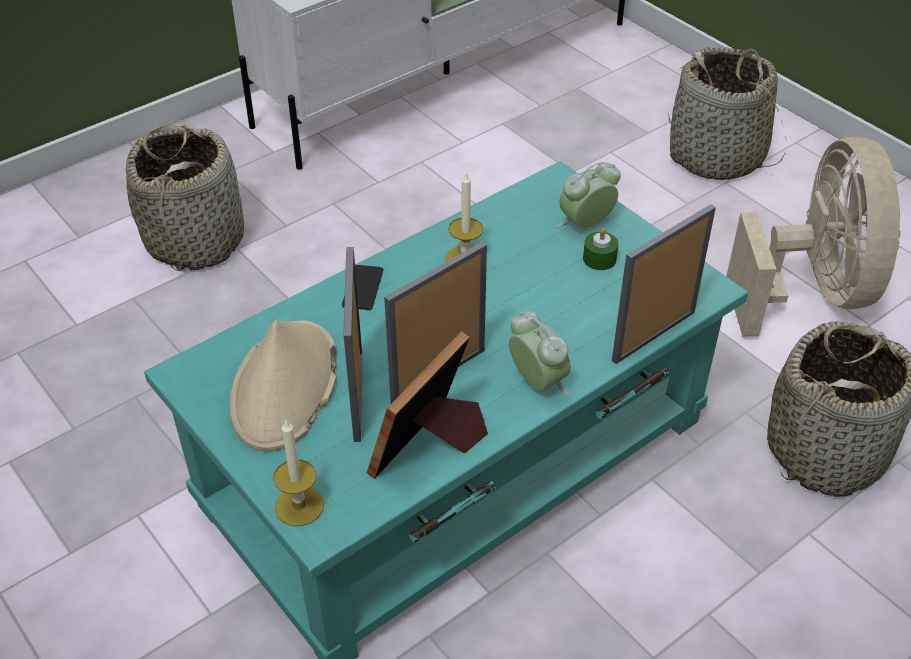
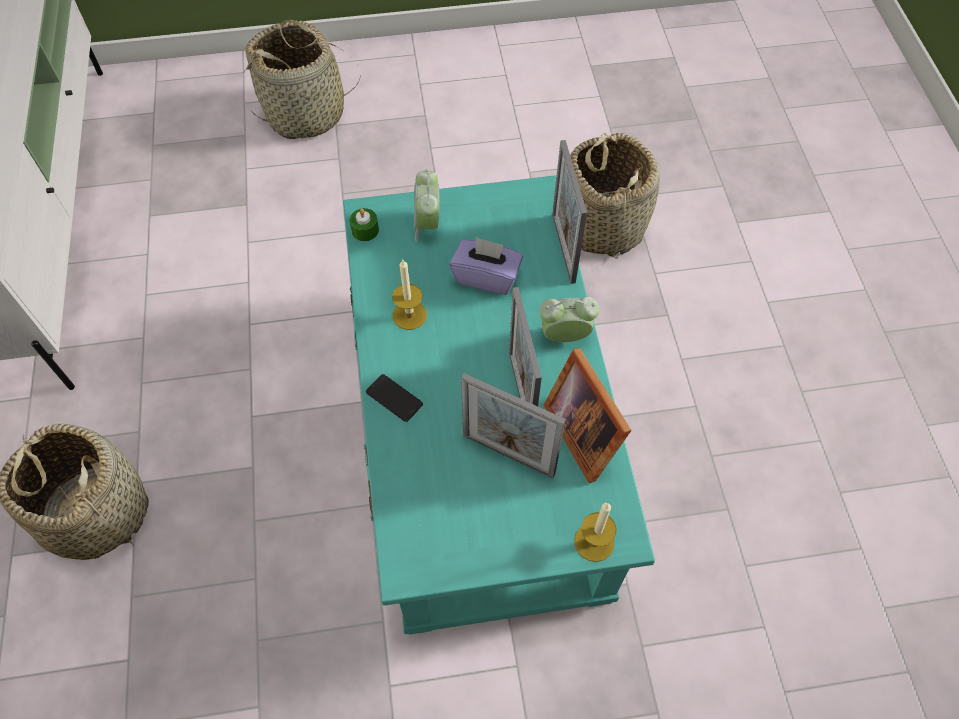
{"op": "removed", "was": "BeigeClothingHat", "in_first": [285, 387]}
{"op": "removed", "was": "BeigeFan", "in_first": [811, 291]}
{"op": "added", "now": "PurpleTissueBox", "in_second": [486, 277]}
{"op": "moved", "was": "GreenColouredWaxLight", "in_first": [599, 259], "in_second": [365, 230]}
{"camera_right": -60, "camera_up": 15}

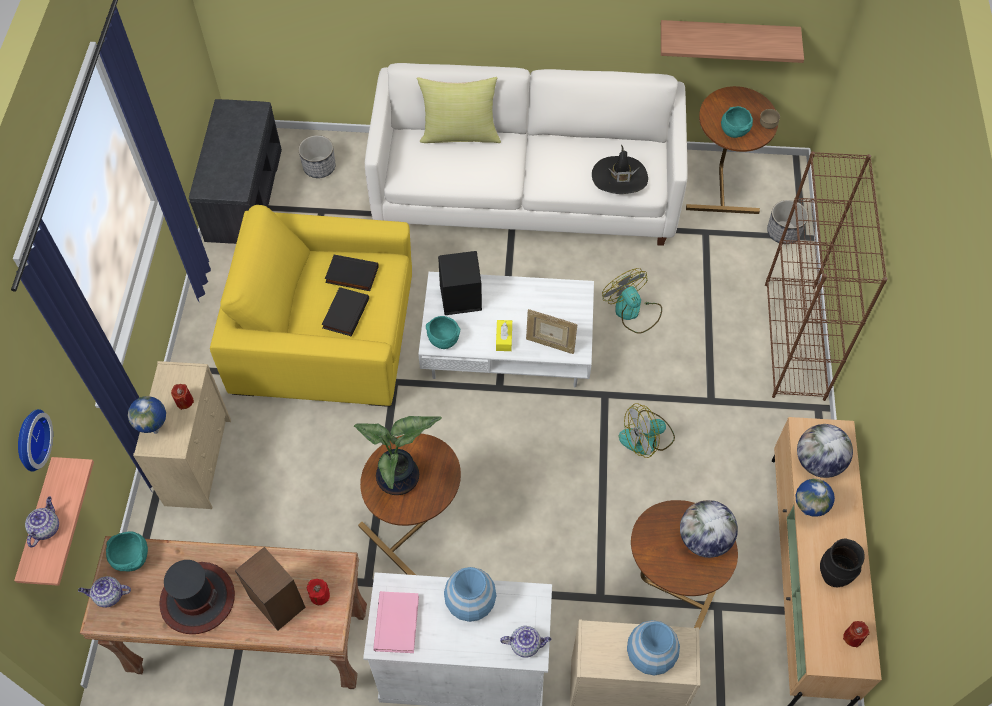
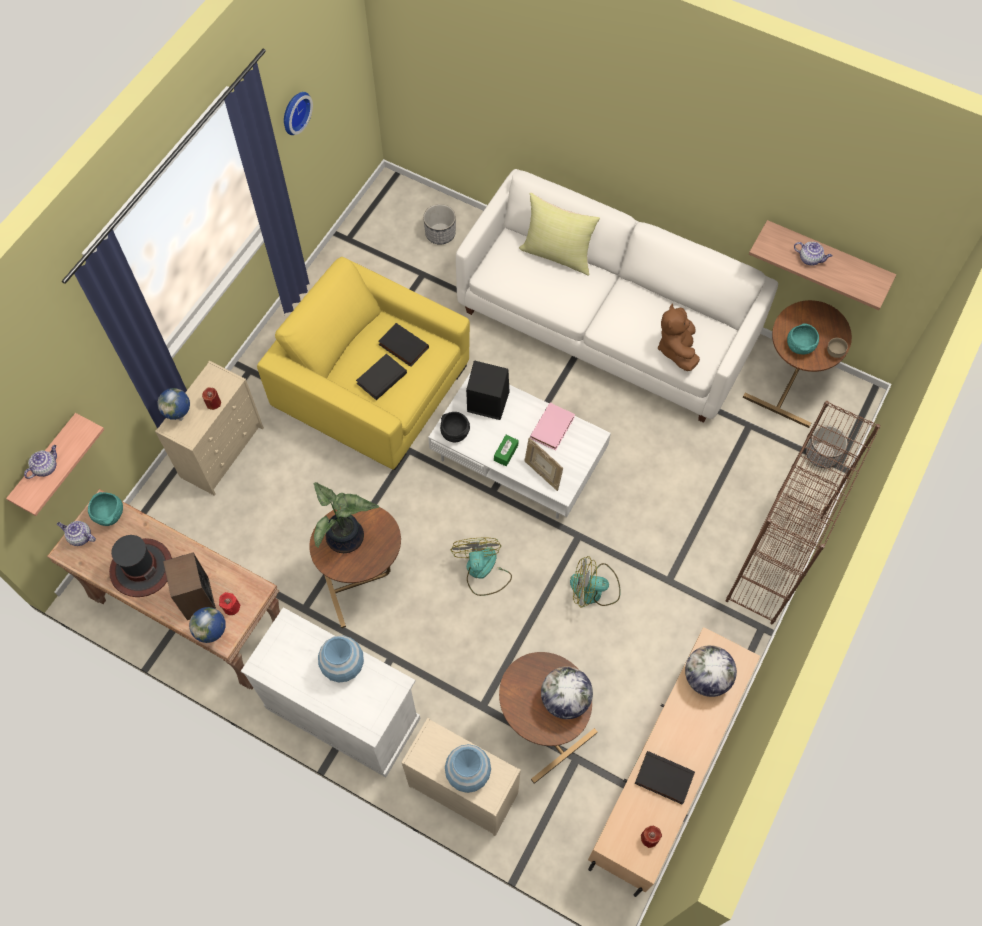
{"op": "removed", "was": "GrayBench", "in_first": [243, 193]}
{"op": "moved", "was": "WallClock", "in_first": [29, 439], "in_second": [294, 112]}
{"op": "moved", "was": "PinkBook", "in_first": [398, 624], "in_second": [553, 428]}
{"op": "moved", "was": "Teapot", "in_first": [526, 644], "in_second": [810, 259]}
{"op": "moved", "was": "Fan", "in_first": [632, 312], "in_second": [482, 571]}
{"op": "moved", "was": "DeskGlobe", "in_first": [807, 512], "in_second": [215, 635]}
{"op": "replaced", "was": "BlackClothingHat", "now": "BrownColouredSoftToy", "in_first": [619, 177], "in_second": [677, 348]}
{"op": "replaced", "was": "BlackDecorativeVase", "now": "BlackBook", "in_first": [833, 575], "in_second": [663, 779]}
{"op": "recoloured", "was": "BlueGreenDeepDish", "now": "BlackDeepDish", "in_first": [442, 340], "in_second": [454, 433]}
{"op": "recoloured", "was": "YellowishTissueBox", "now": "GreenColouredTissueBox", "in_first": [504, 339], "in_second": [506, 453]}
{"camera_right": 25, "camera_up": 5}

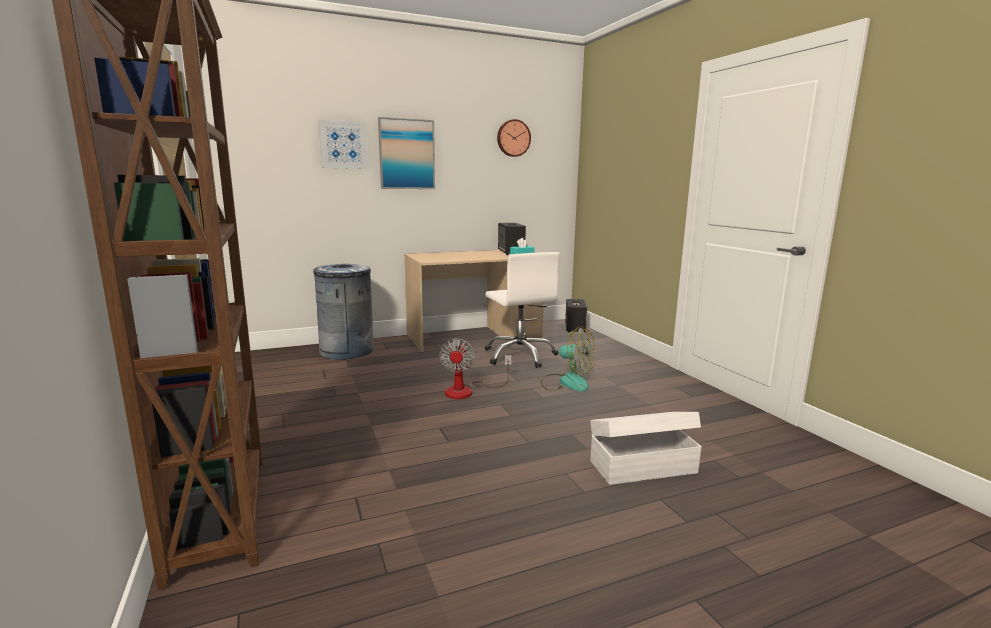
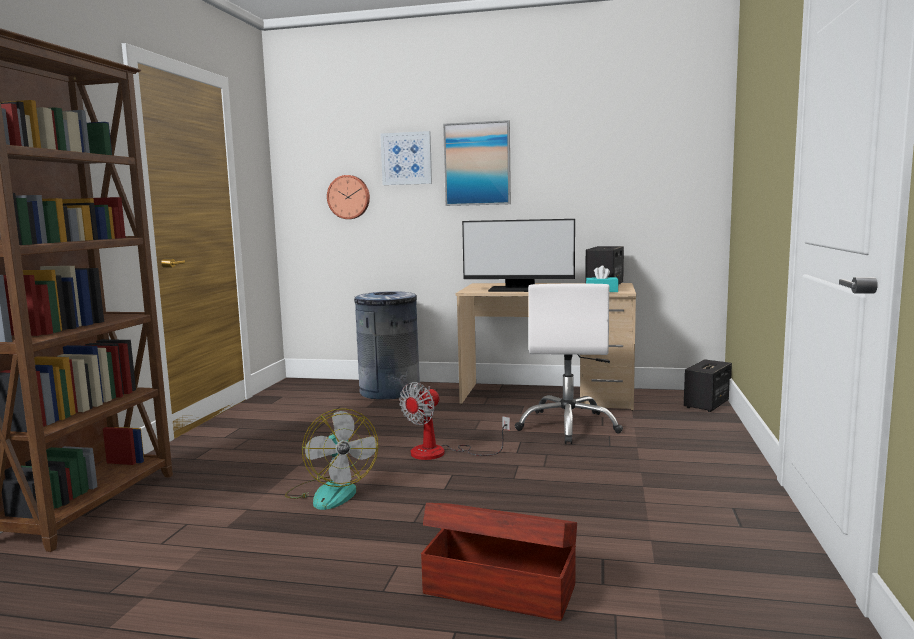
{"op": "added", "now": "ComputerScreen", "in_second": [519, 289]}
{"op": "moved", "was": "WallClock", "in_first": [513, 138], "in_second": [349, 197]}
{"op": "moved", "was": "Fan", "in_first": [566, 382], "in_second": [330, 492]}
{"op": "recoloured", "was": "WhiteStorageBin", "now": "BrownColouredStorageBin", "in_first": [641, 466], "in_second": [498, 587]}
{"camera_right": 35, "camera_up": -5}

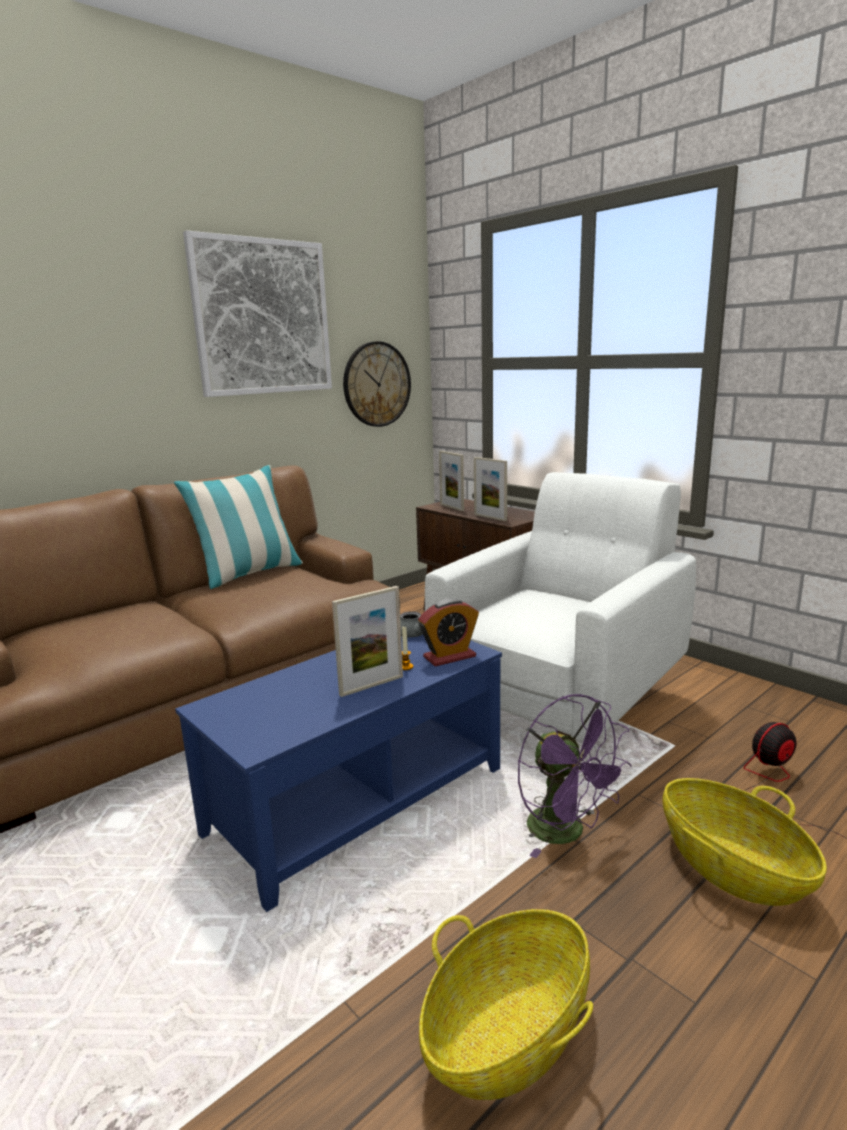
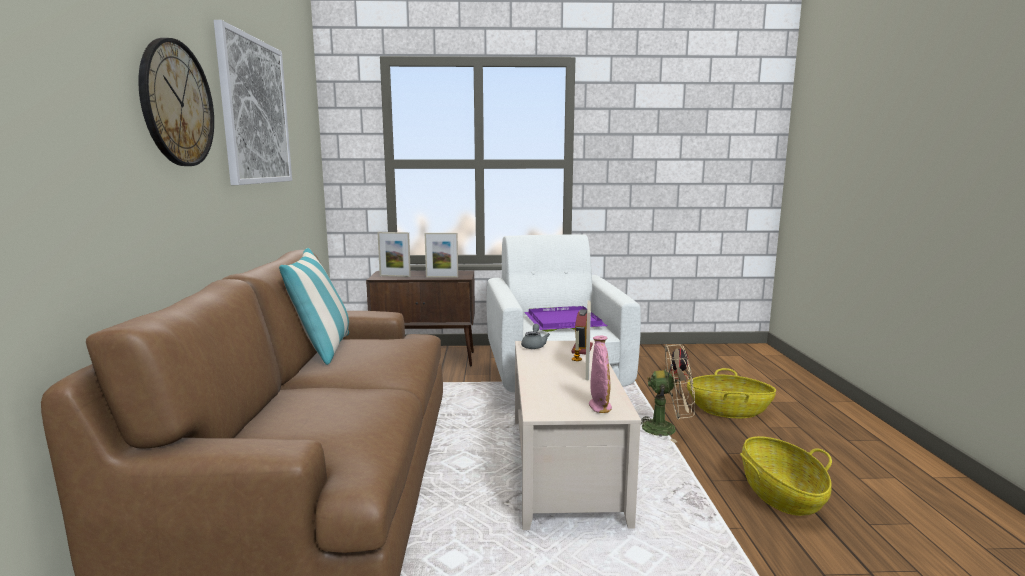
{"op": "added", "now": "PurpleCarryingTray", "in_second": [563, 322]}
{"op": "added", "now": "PinkDecorativeVase", "in_second": [600, 407]}
{"op": "moved", "was": "WallClock", "in_first": [376, 384], "in_second": [176, 104]}
{"op": "recoloured", "was": "BluishLowTable", "now": "BeigeLowTable", "in_first": [358, 800], "in_second": [564, 466]}
{"op": "recoloured", "was": "PurpleFan", "now": "BeigeFan", "in_first": [566, 833], "in_second": [666, 428]}
{"camera_right": -50, "camera_up": -5}

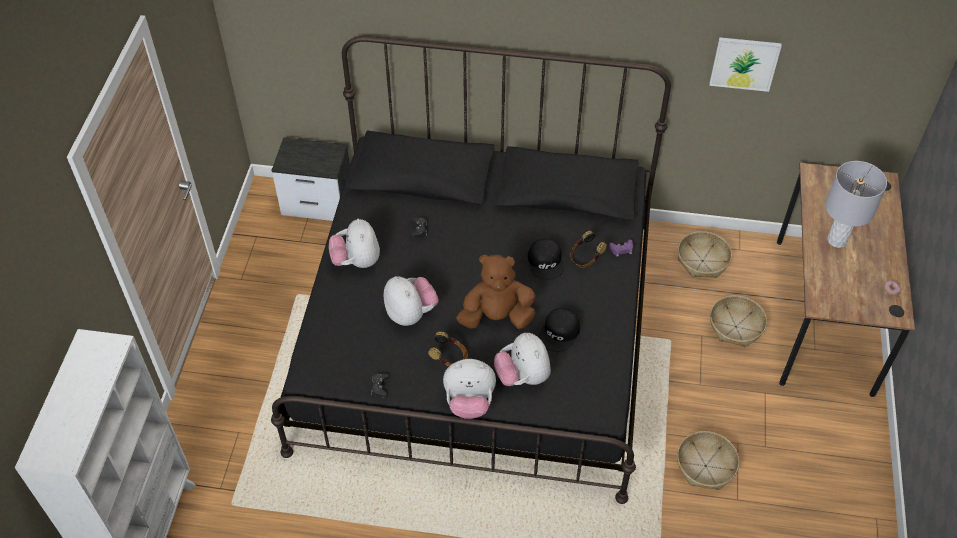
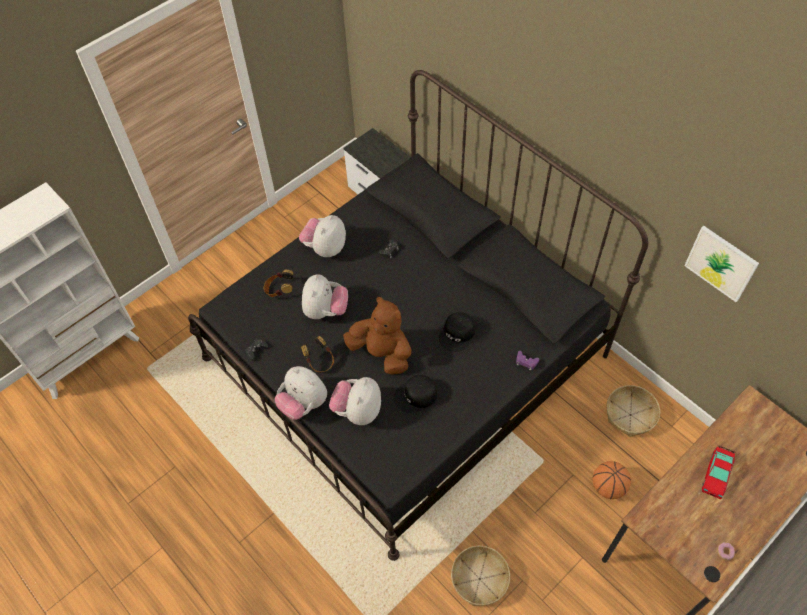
{"op": "moved", "was": "PairOfHeadphones", "in_first": [585, 258], "in_second": [279, 290]}
{"op": "replaced", "was": "HouseholdBasket", "now": "BallForBasketball", "in_first": [735, 327], "in_second": [608, 487]}
{"op": "replaced", "was": "GrayLampForATable", "now": "ModelCar", "in_first": [837, 240], "in_second": [716, 474]}
{"camera_right": 40, "camera_up": 5}

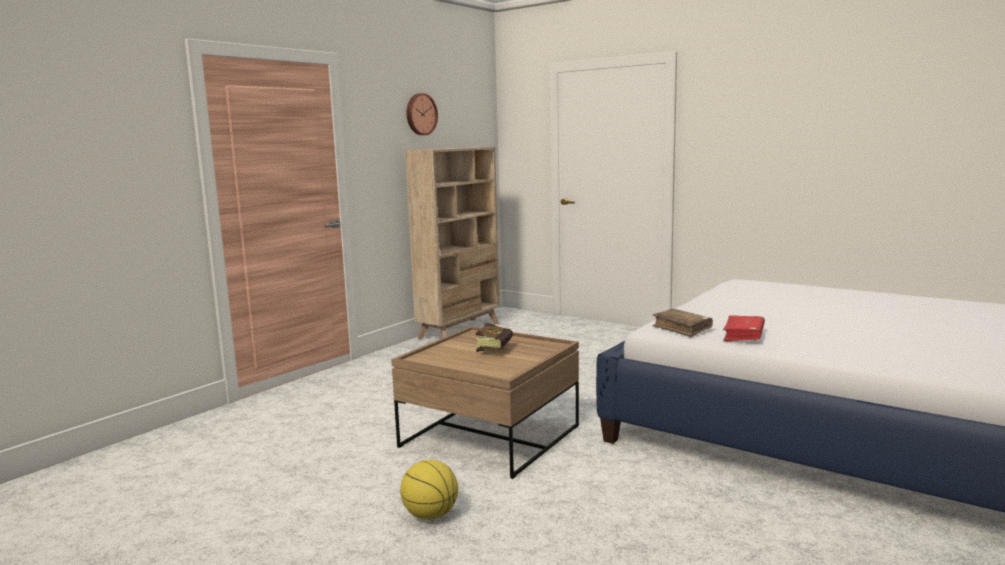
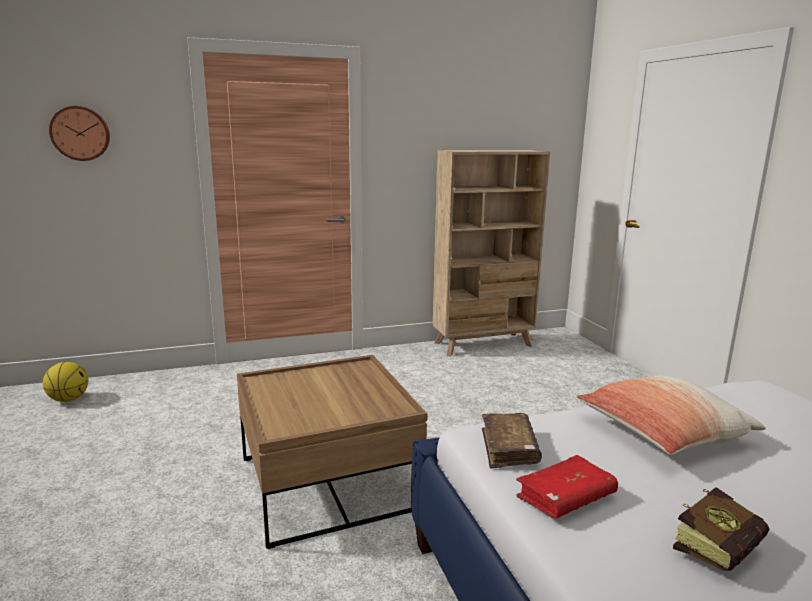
{"op": "added", "now": "Cushion", "in_second": [662, 433]}
{"op": "moved", "was": "BallForBasketball", "in_first": [430, 515], "in_second": [69, 399]}
{"op": "moved", "was": "WallClock", "in_first": [420, 114], "in_second": [80, 133]}
{"op": "moved", "was": "Book", "in_first": [495, 349], "in_second": [720, 549]}
{"camera_right": 35, "camera_up": 5}

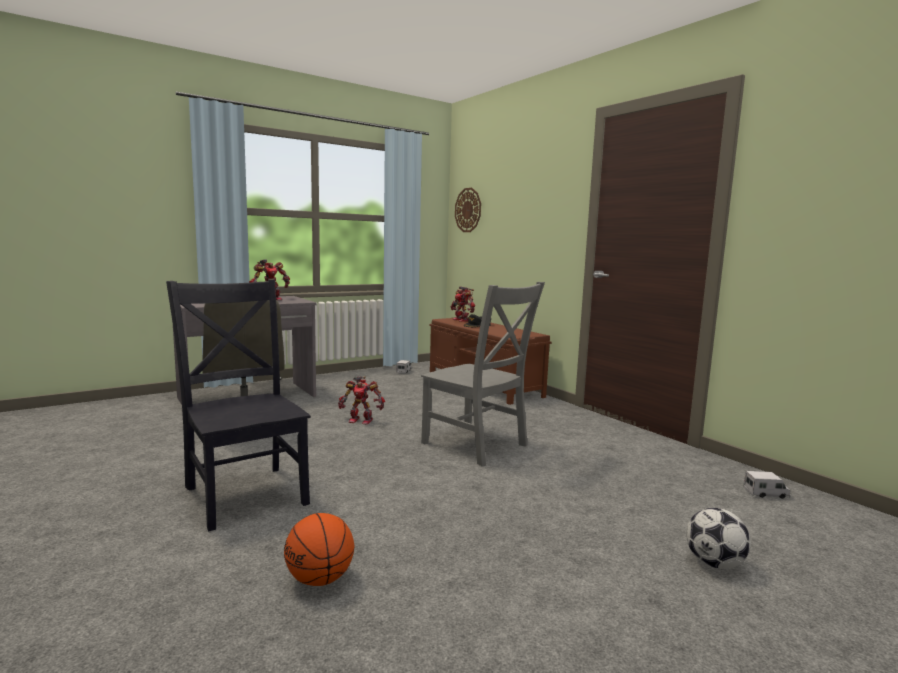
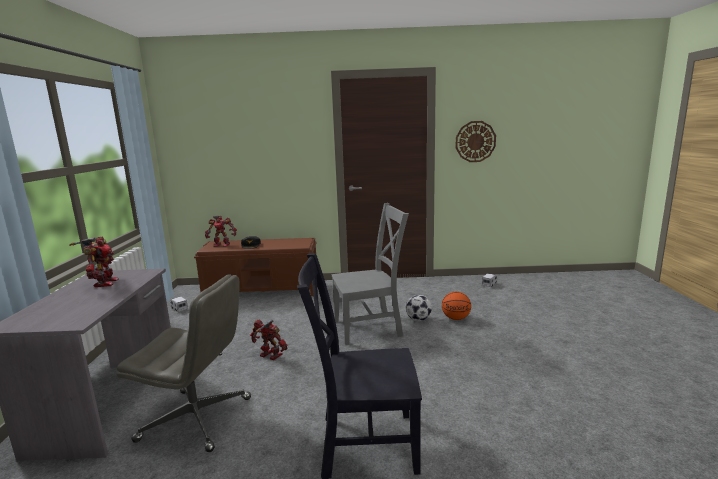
{"op": "moved", "was": "BallForBasketball", "in_first": [320, 579], "in_second": [456, 318]}
{"op": "moved", "was": "WallClock", "in_first": [468, 210], "in_second": [475, 141]}
{"op": "moved", "was": "FootballBall", "in_first": [714, 564], "in_second": [418, 319]}
{"op": "turned", "was": "ModelRobot", "in_first": [361, 420], "in_second": [270, 356], "clockwise": -105}
{"camera_right": -55, "camera_up": 5}

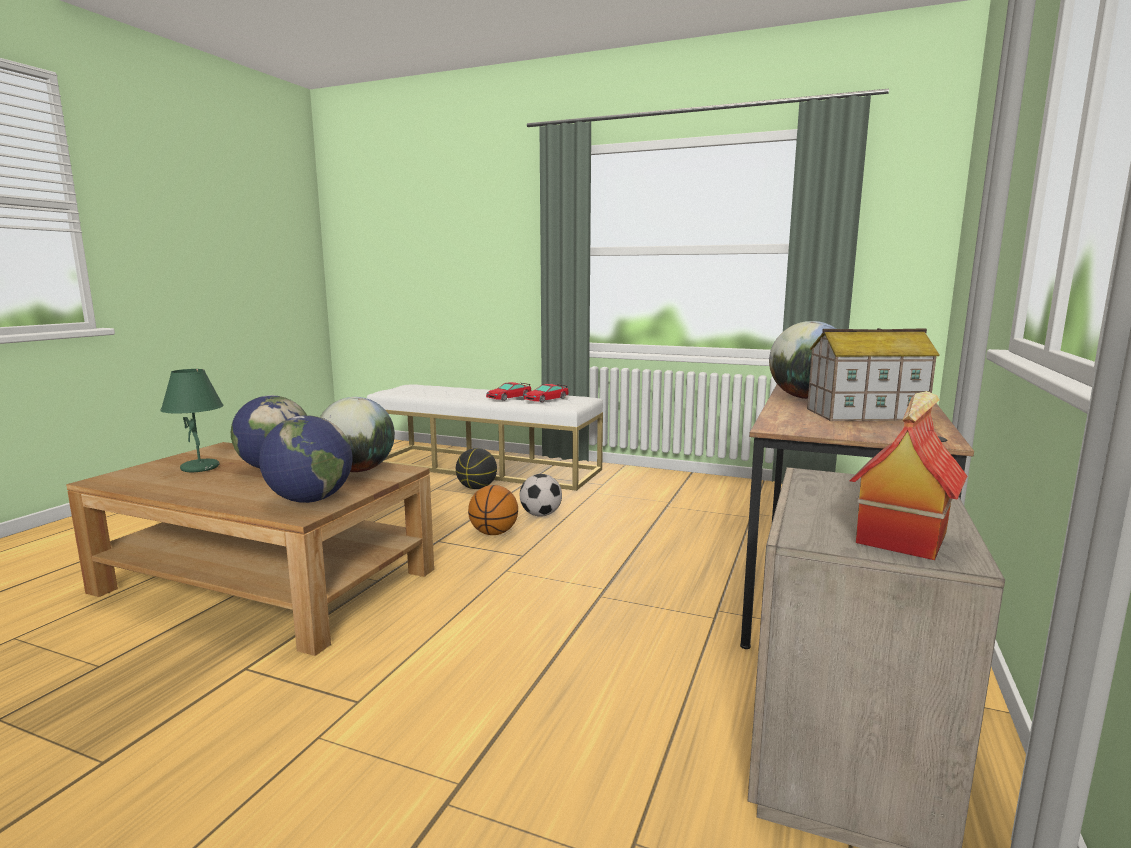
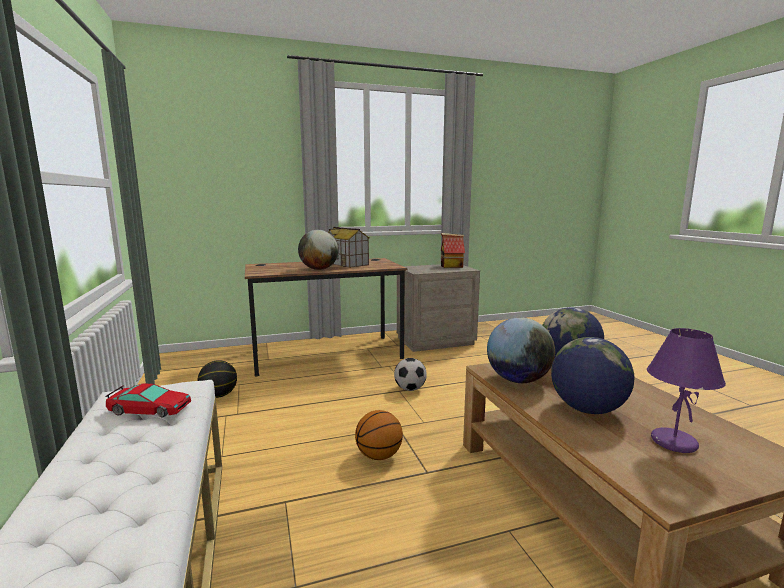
{"op": "removed", "was": "ModelCar", "in_first": [509, 397]}
{"op": "moved", "was": "BallForBasketball", "in_first": [476, 488], "in_second": [219, 395]}
{"op": "moved", "was": "FootballBall", "in_first": [541, 515], "in_second": [410, 389]}
{"op": "recoloured", "was": "GreenColouredLampForATable", "now": "PurpleLampForATable", "in_first": [201, 468], "in_second": [672, 442]}
{"camera_right": -130, "camera_up": 0}

